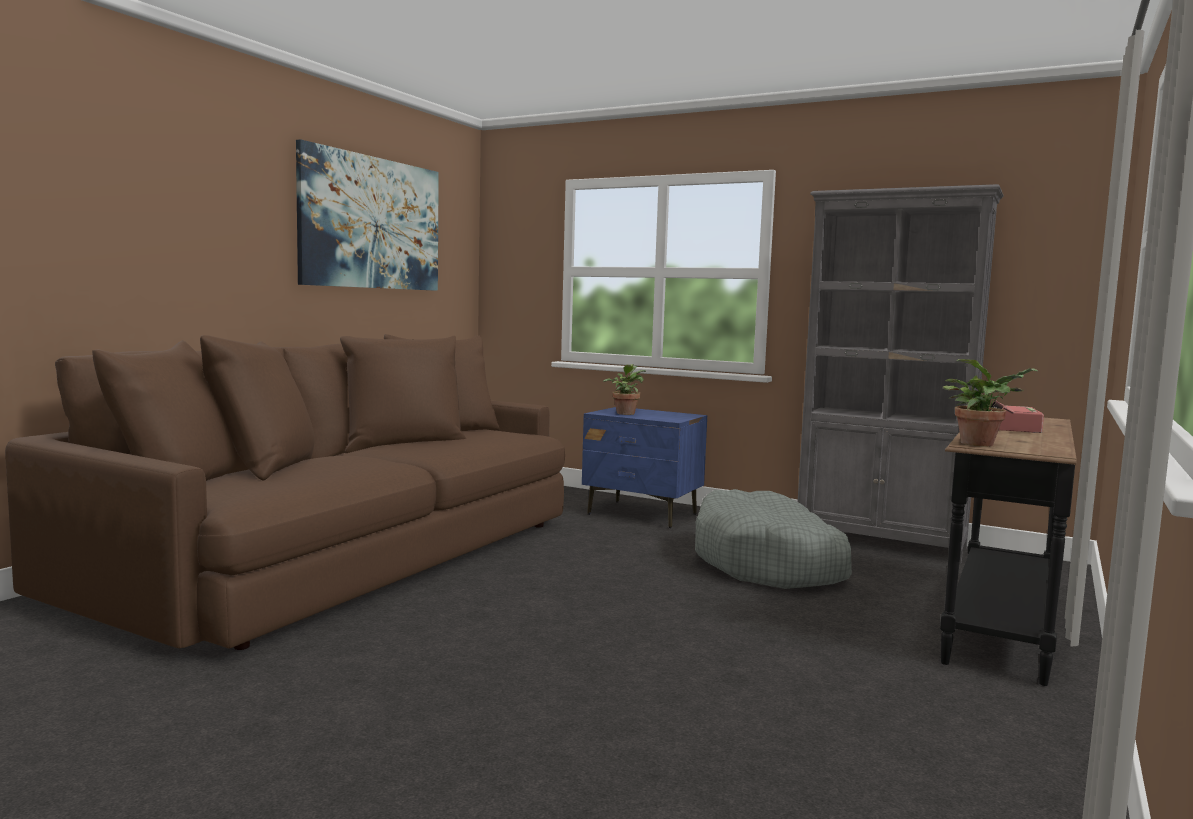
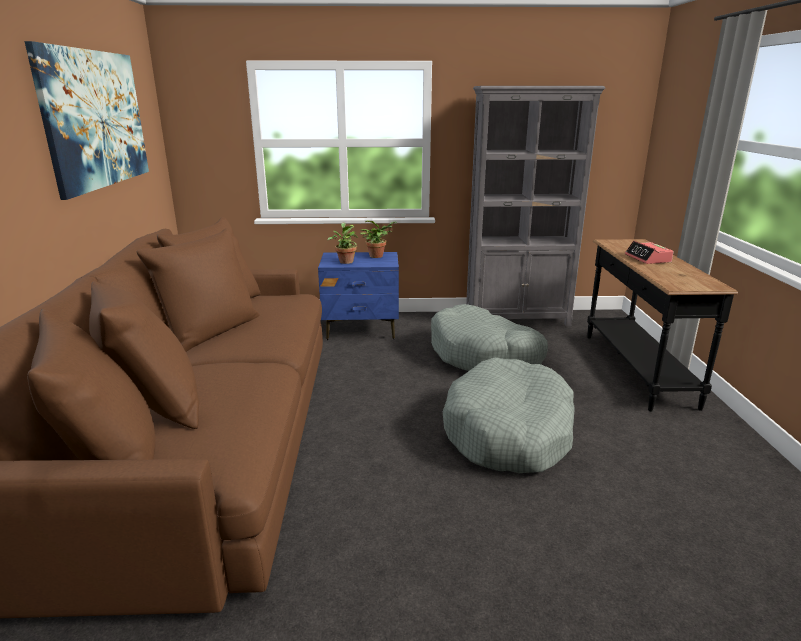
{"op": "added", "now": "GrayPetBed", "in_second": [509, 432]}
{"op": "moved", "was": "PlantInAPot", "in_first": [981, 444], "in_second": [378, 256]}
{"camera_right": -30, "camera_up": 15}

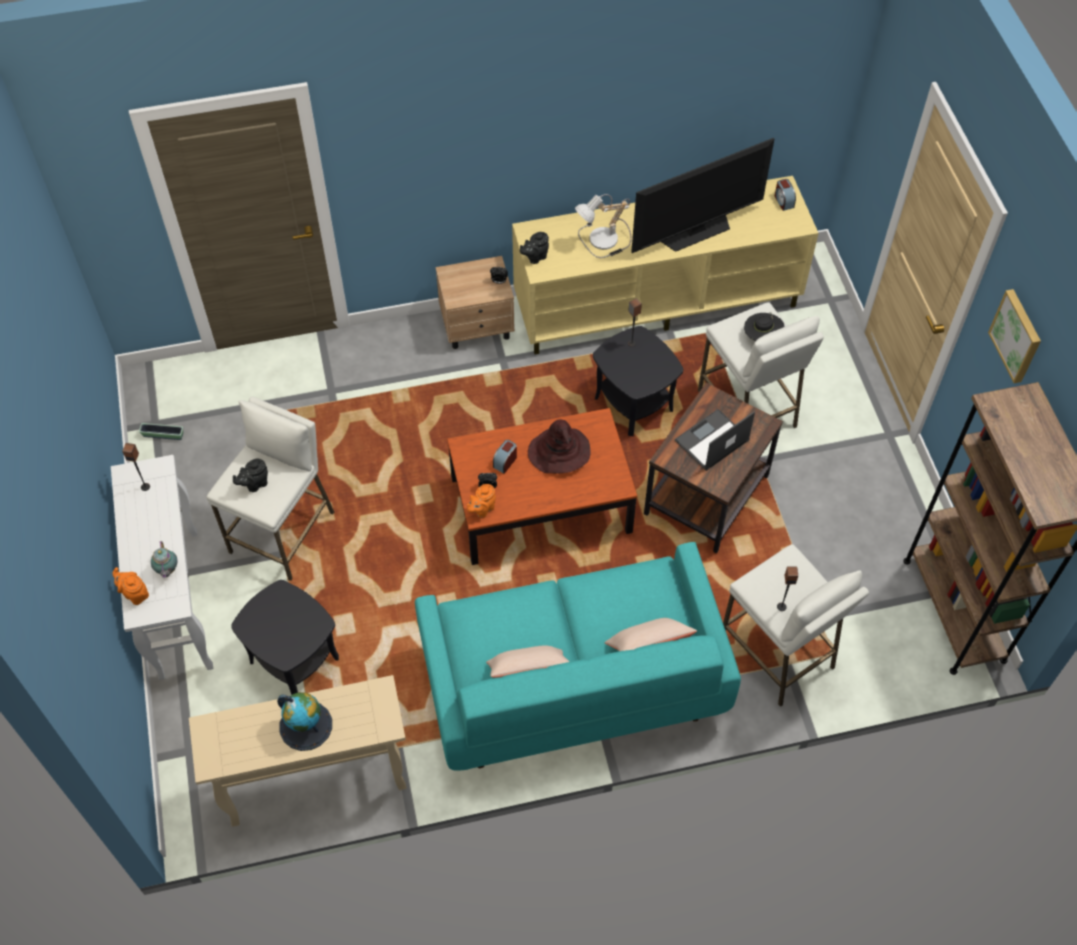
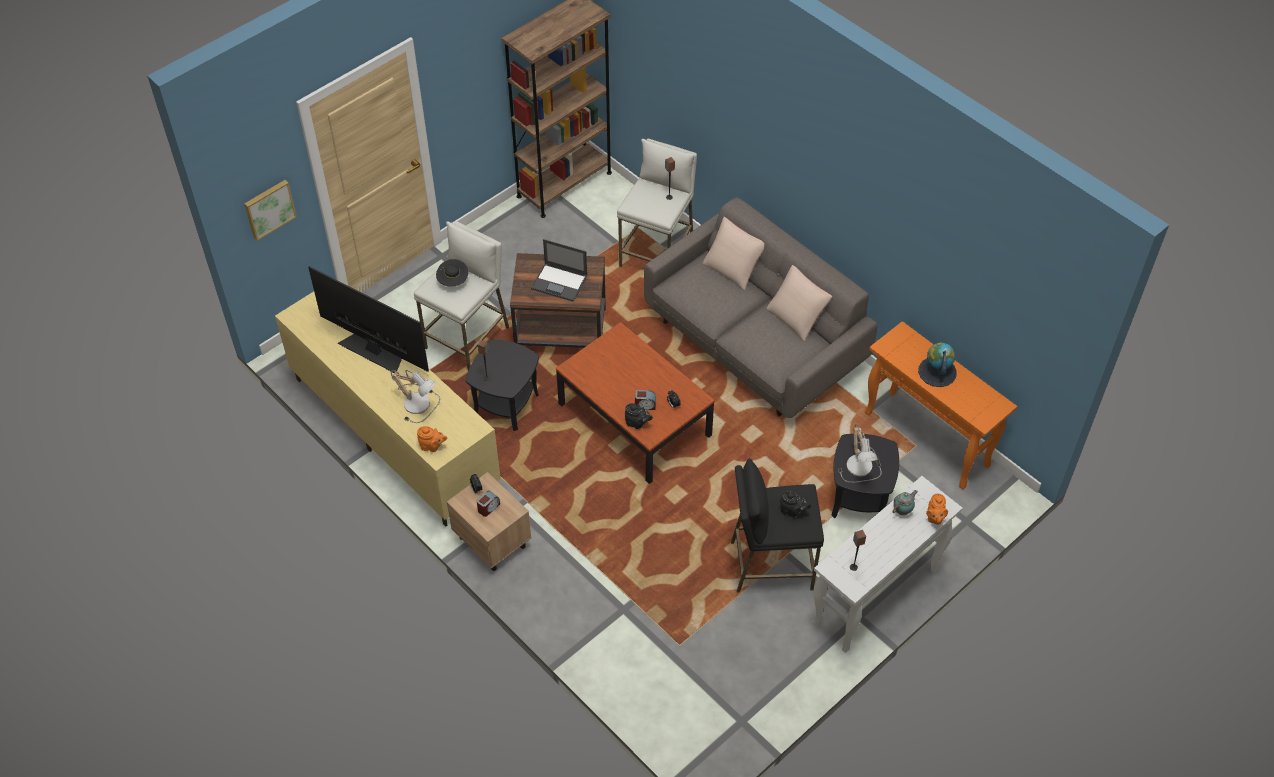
{"op": "removed", "was": "Planter", "in_first": [163, 435]}
{"op": "removed", "was": "BrownColouredClothingHat", "in_first": [559, 452]}
{"op": "added", "now": "LampForATable", "in_second": [862, 467]}
{"op": "moved", "was": "OrangeColouredTeapot", "in_first": [482, 509], "in_second": [432, 446]}
{"op": "moved", "was": "BlackTeapot", "in_first": [535, 257], "in_second": [637, 423]}
{"op": "moved", "was": "TableClock", "in_first": [783, 201], "in_second": [488, 507]}
{"op": "moved", "was": "WallArt", "in_first": [1017, 335], "in_second": [269, 208]}
{"op": "recoloured", "was": "BeigeHallTable", "now": "OrangeColouredHallTable", "in_first": [314, 782], "in_second": [927, 440]}
{"op": "recoloured", "was": "WhiteStoolSeat", "now": "BlackStoolSeat", "in_first": [283, 532], "in_second": [770, 565]}
{"op": "recoloured", "was": "BlueGreenSofa", "now": "GraySofa", "in_first": [572, 681], "in_second": [754, 342]}
{"camera_right": -120, "camera_up": -5}

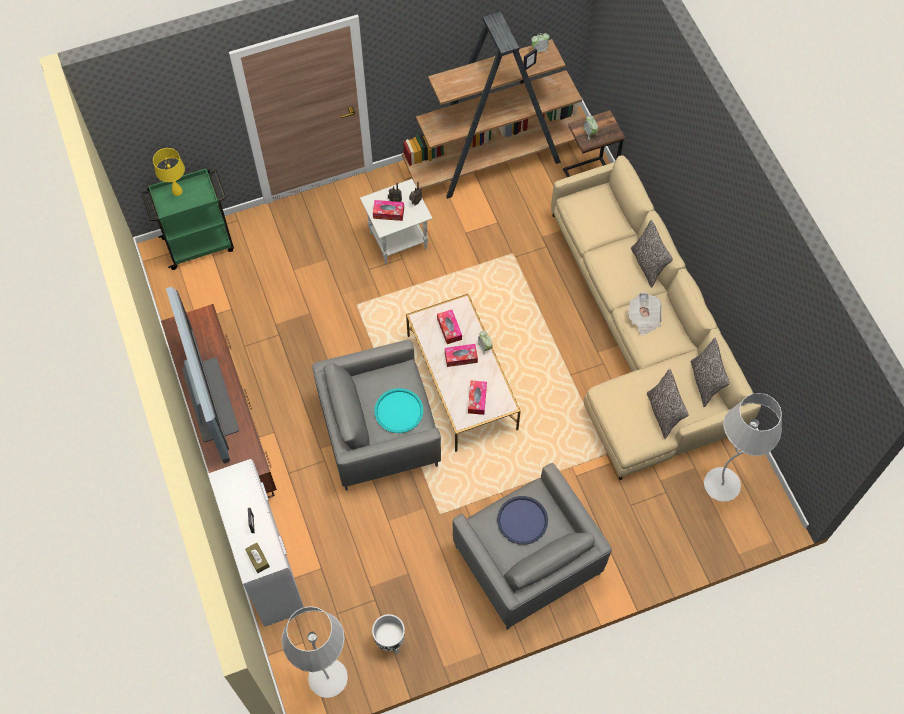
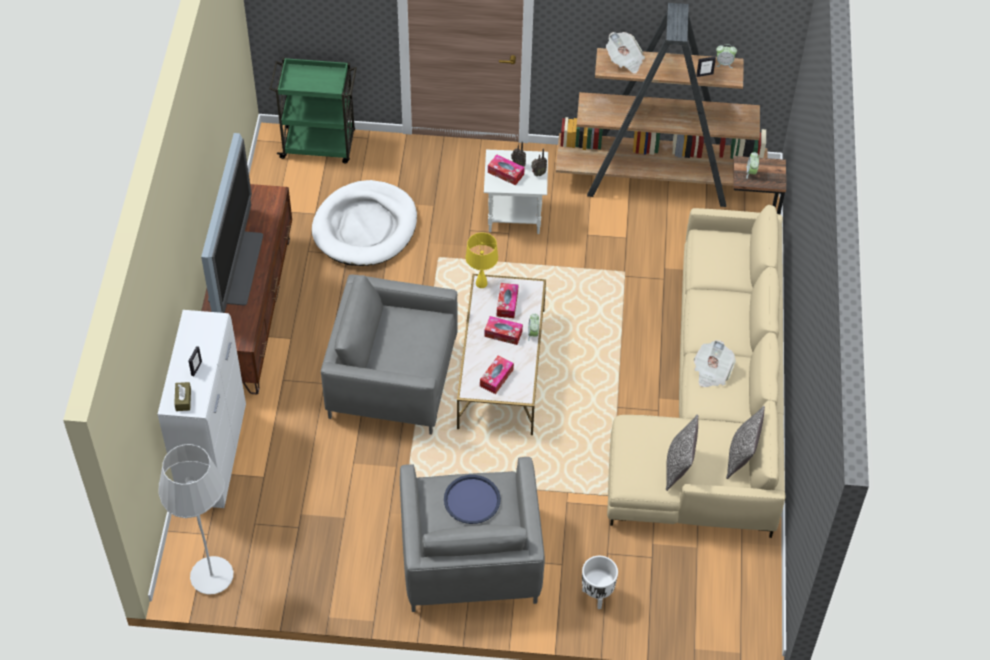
{"op": "removed", "was": "BlueGreenCarryingTray", "in_first": [398, 411]}
{"op": "removed", "was": "Cushion", "in_first": [647, 265]}
{"op": "removed", "was": "WhiteFloorLamp", "in_first": [722, 485]}
{"op": "added", "now": "WhitePetBed", "in_second": [365, 227]}
{"op": "added", "now": "PrintedPaper", "in_second": [624, 60]}
{"op": "moved", "was": "YellowishLampForATable", "in_first": [177, 191], "in_second": [481, 283]}
{"op": "moved", "was": "WhitePlanter", "in_first": [390, 641], "in_second": [596, 595]}
{"camera_right": 25, "camera_up": -10}

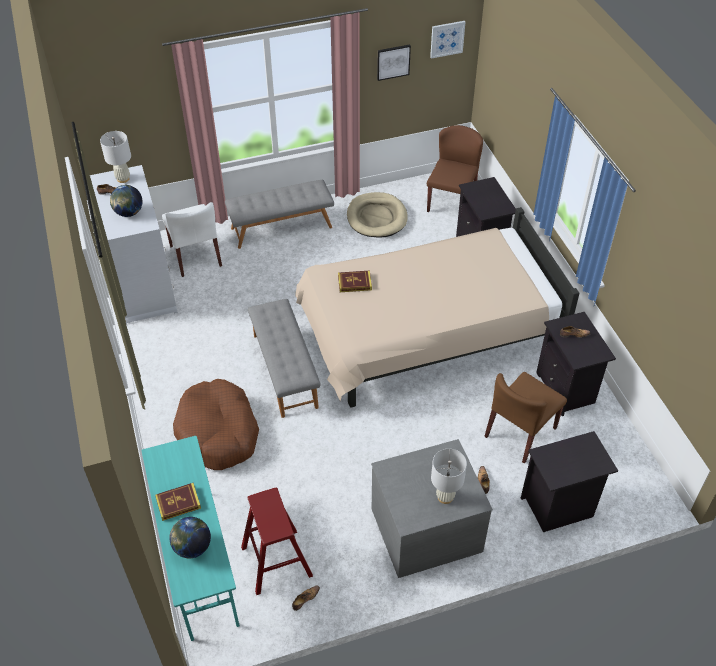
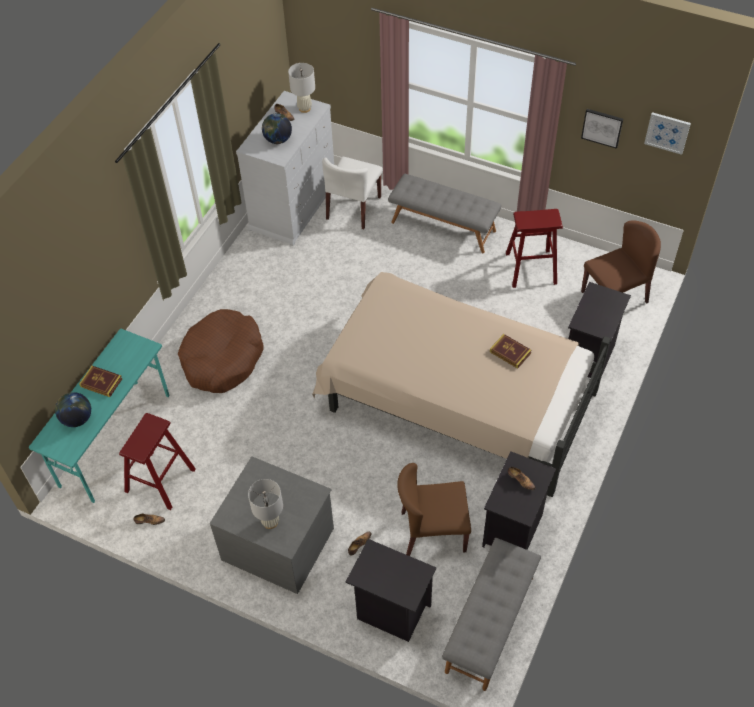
{"op": "moved", "was": "GrayBench", "in_first": [286, 370], "in_second": [490, 624]}
{"op": "moved", "was": "Book", "in_first": [354, 283], "in_second": [510, 352]}
{"op": "replaced", "was": "BeigePetBed", "now": "RedStoolSeat", "in_first": [377, 217], "in_second": [531, 268]}
{"camera_right": 45, "camera_up": 5}

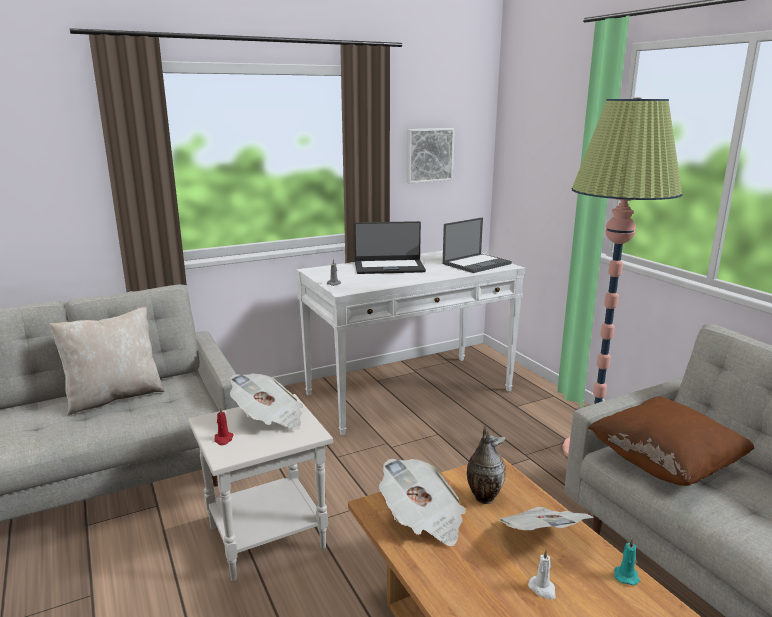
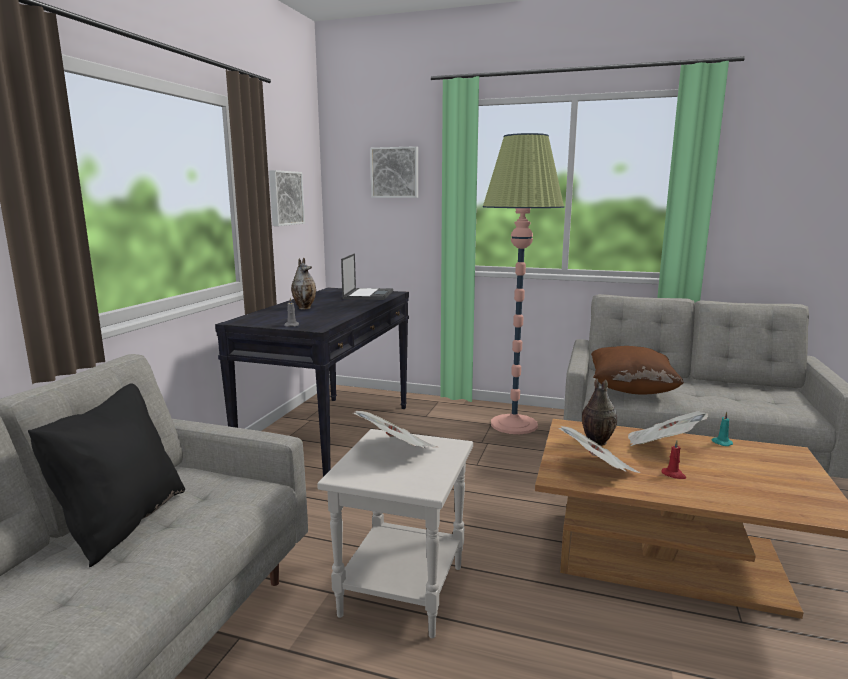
{"op": "removed", "was": "WhiteWaxLight", "in_first": [542, 589]}
{"op": "added", "now": "WallArt", "in_second": [395, 172]}
{"op": "moved", "was": "RedWaxLight", "in_first": [223, 439], "in_second": [673, 475]}
{"op": "replaced", "was": "PortableComputer", "now": "DecorativeVase", "in_first": [389, 267], "in_second": [304, 308]}
{"op": "recoloured", "was": "BeigeCushion", "now": "BlackCushion", "in_first": [115, 397], "in_second": [121, 523]}
{"op": "recoloured", "was": "WhiteHallTable", "now": "BlackHallTable", "in_first": [409, 392], "in_second": [331, 435]}
{"camera_right": -45, "camera_up": -5}

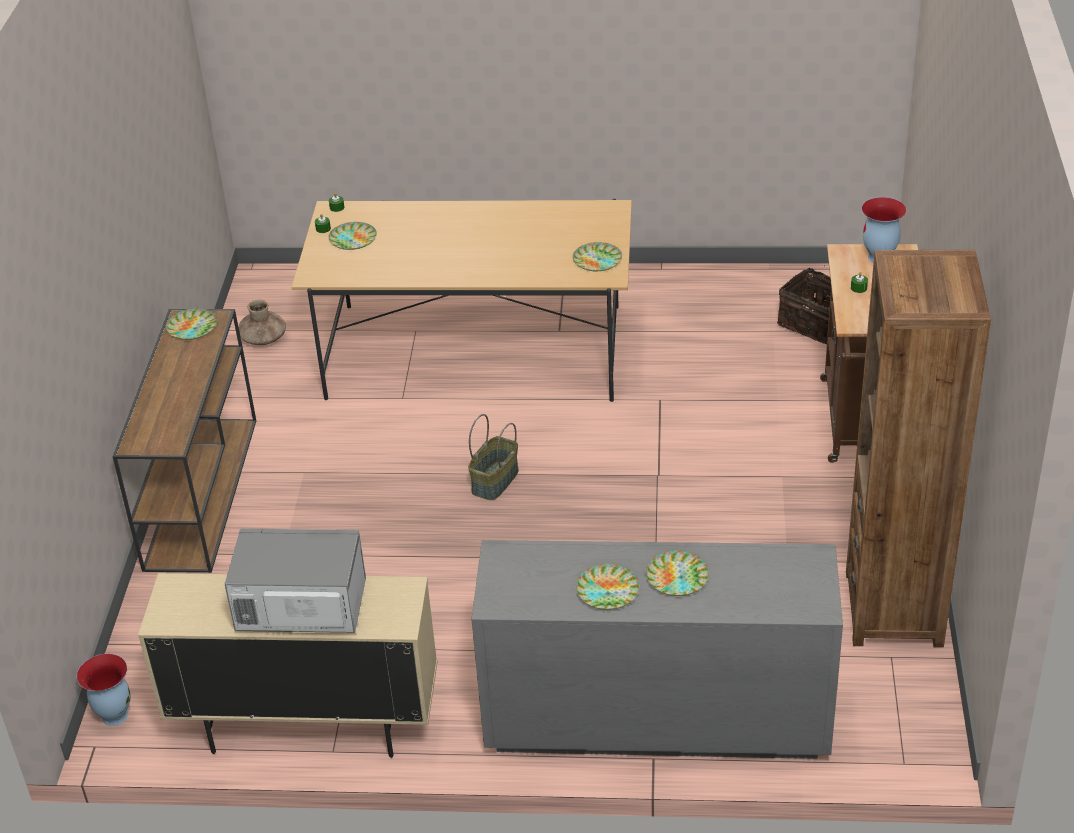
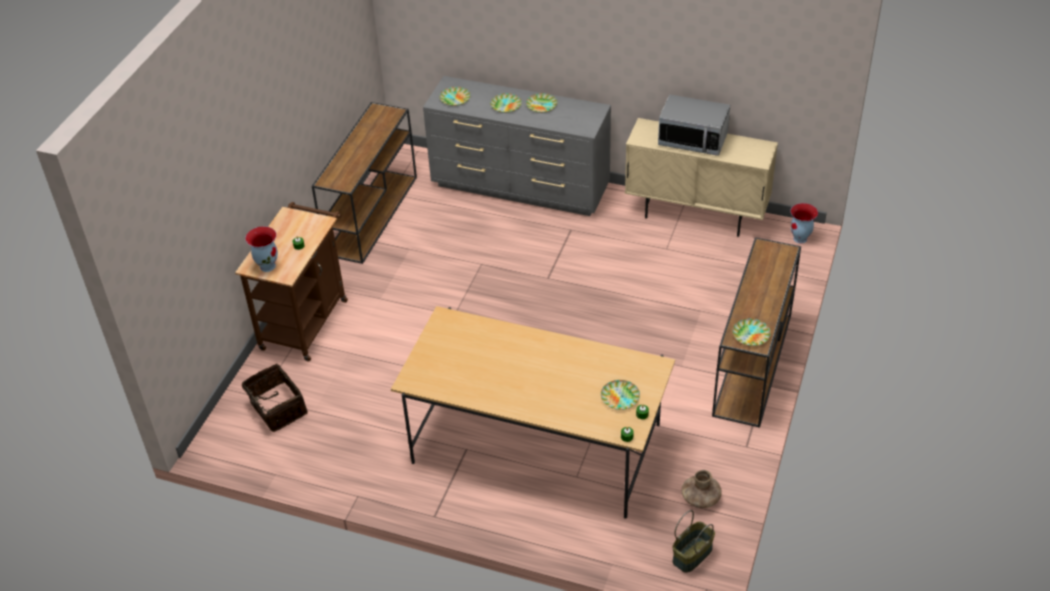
{"op": "moved", "was": "HouseholdBasket", "in_first": [495, 482], "in_second": [692, 554]}
{"op": "moved", "was": "Plate", "in_first": [597, 260], "in_second": [454, 98]}
{"op": "replaced", "was": "BrownColouredBookshelf", "now": "BrownColouredHallTable", "in_first": [894, 608], "in_second": [372, 214]}
{"camera_right": -165, "camera_up": 5}

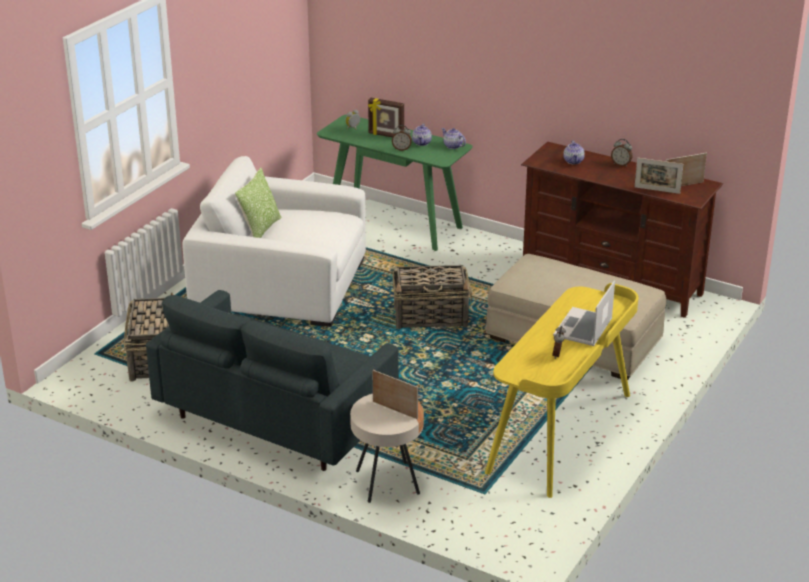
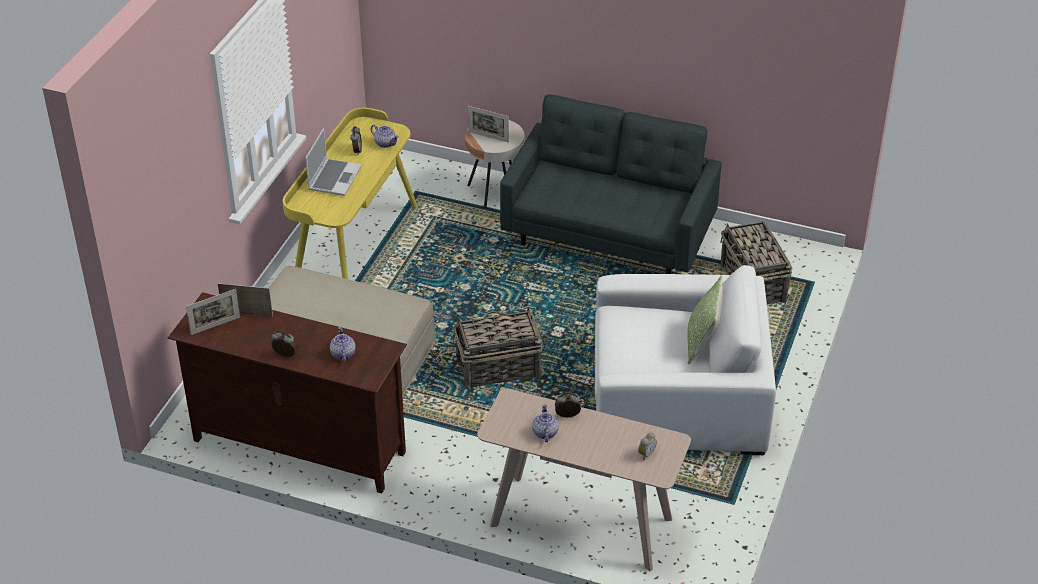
{"op": "removed", "was": "PictureFrame", "in_first": [386, 135]}
{"op": "moved", "was": "Teapot", "in_first": [452, 146], "in_second": [385, 143]}
{"op": "recoloured", "was": "GreenColouredHallTable", "now": "BeigeHallTable", "in_first": [394, 223], "in_second": [580, 522]}
{"camera_right": 170, "camera_up": 10}

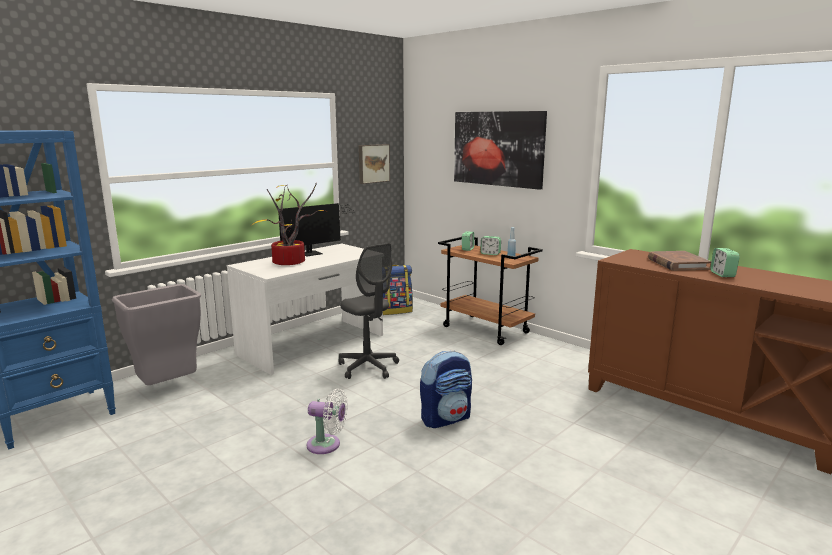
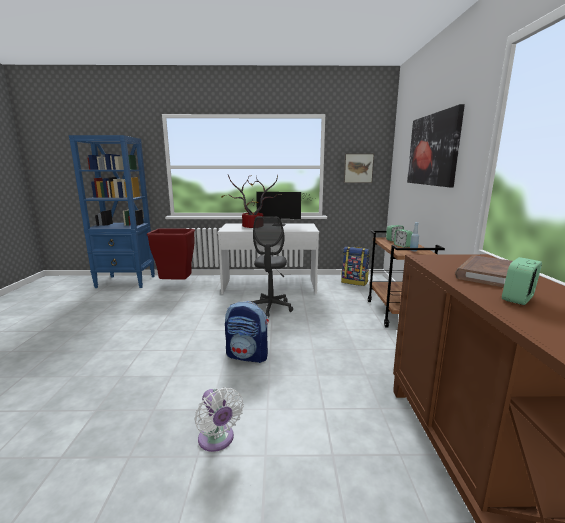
{"op": "moved", "was": "WhiteFan", "in_first": [327, 445], "in_second": [217, 440]}
{"op": "recoloured", "was": "GrayWasteBin", "now": "RedWasteBin", "in_first": [169, 387], "in_second": [176, 284]}
{"camera_right": 45, "camera_up": 0}

